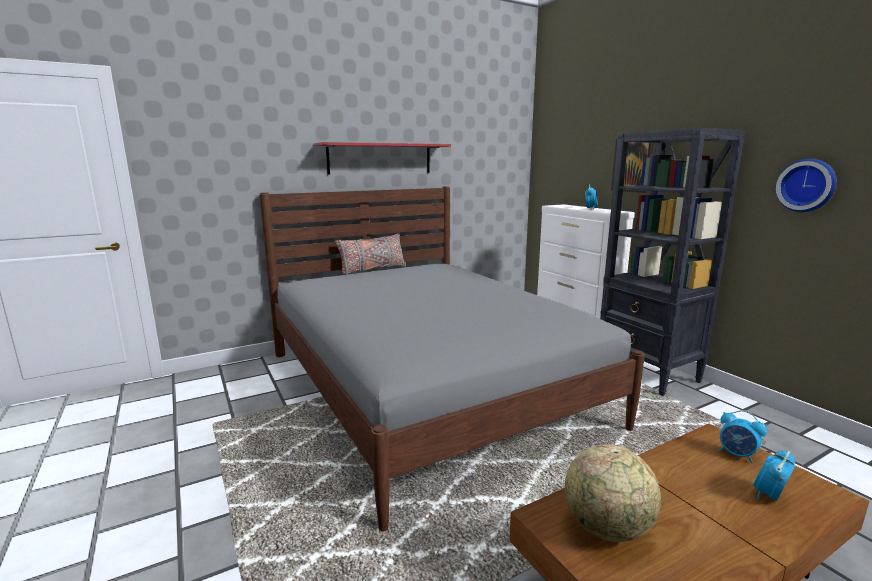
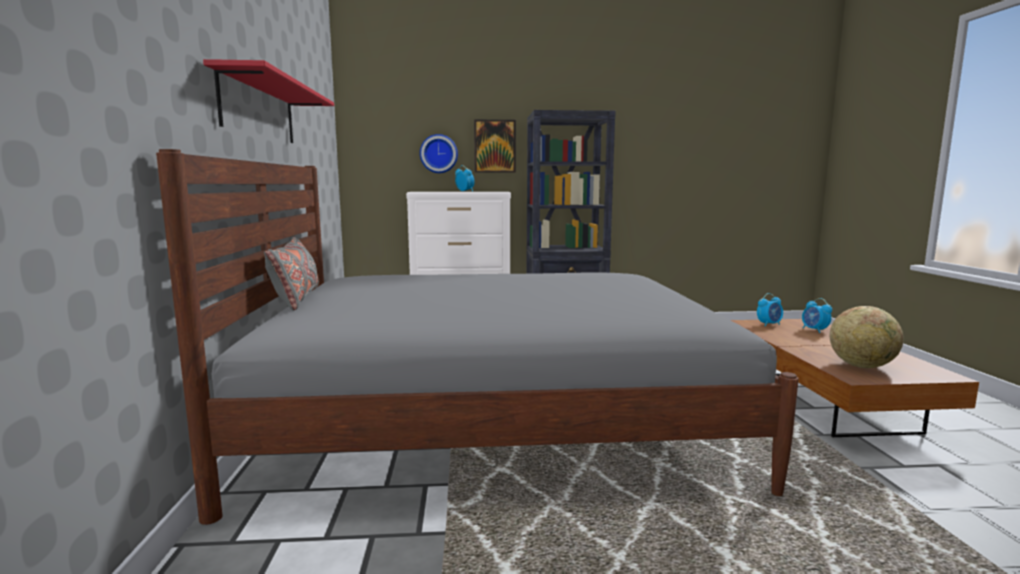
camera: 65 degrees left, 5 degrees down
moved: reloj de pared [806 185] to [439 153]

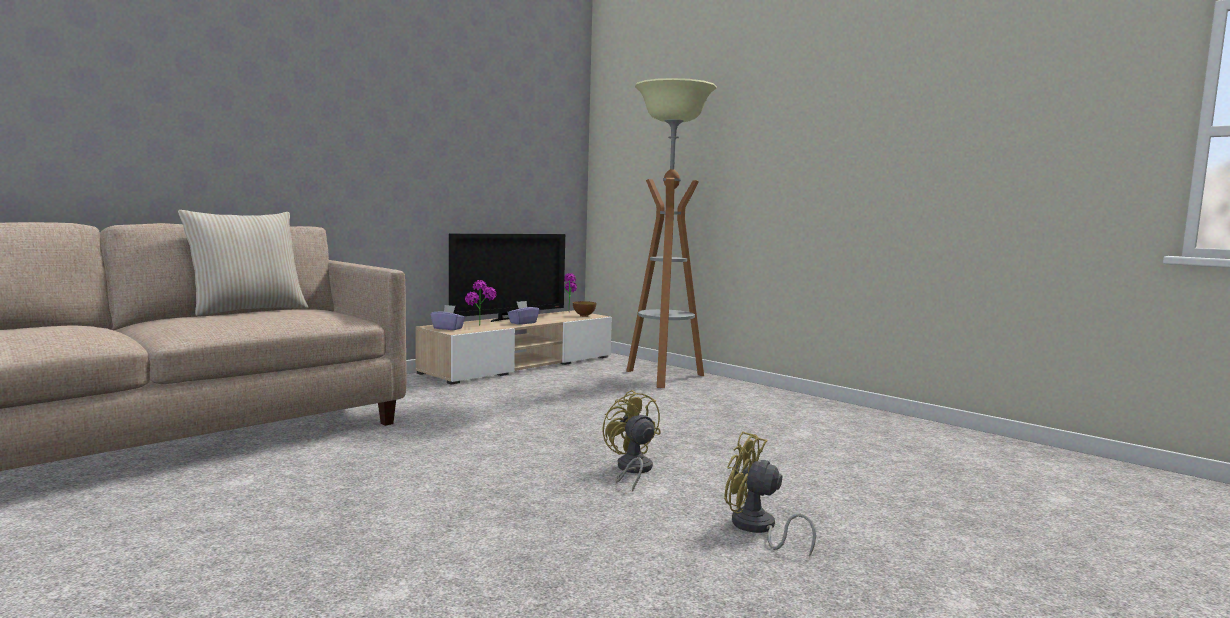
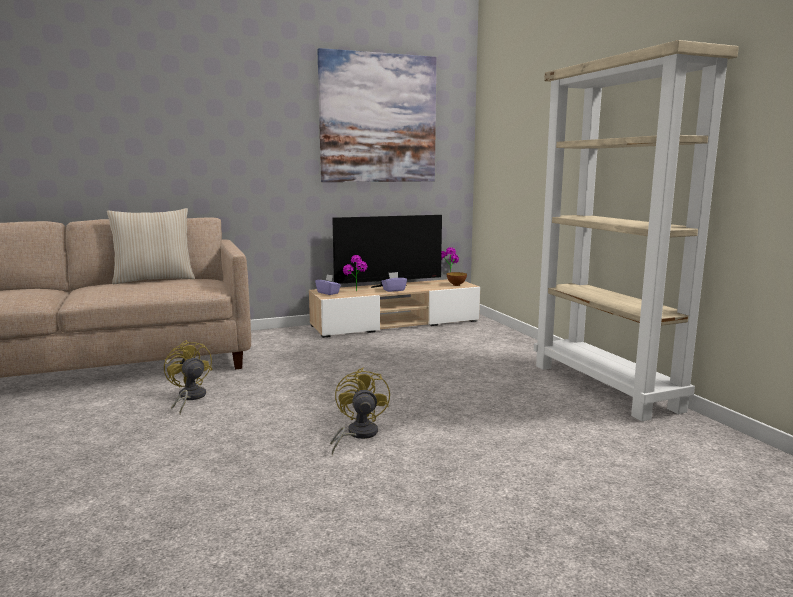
camera: 25 degrees right, 5 degrees up
removed: lámpara de pie [671 233]
added: estantería/beis [636 230]; cuadro [377 115]
moved: ventilador/amarillo [770 494] to [188 377]

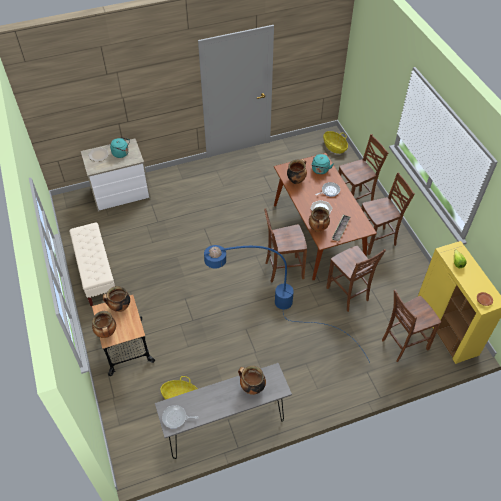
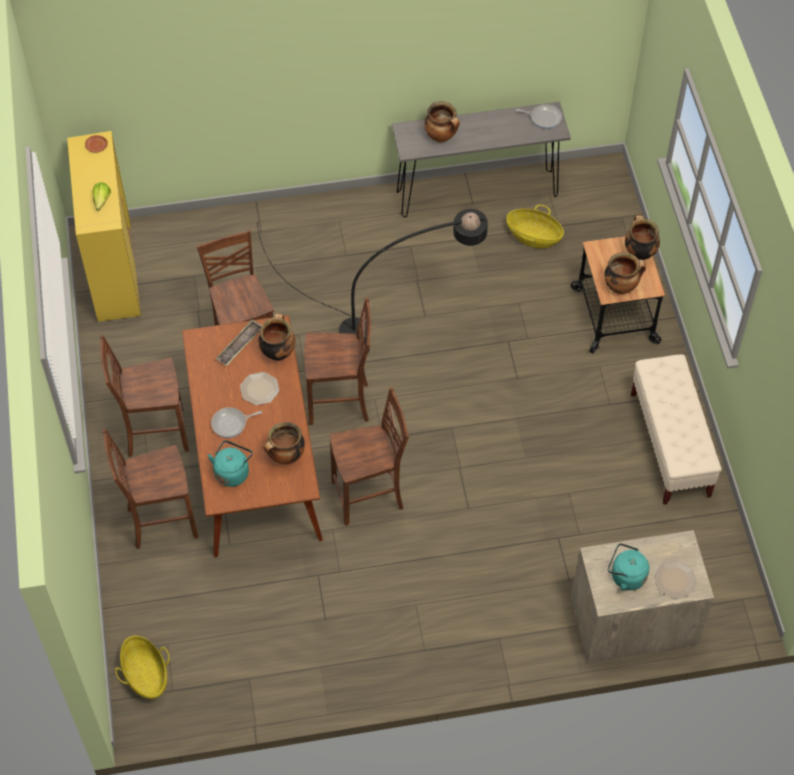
camera: 170 degrees left, 5 degrees up
moved: silla/marrón [411 325] to [369 457]
recoloured: lámpara de pie/azul [287 304] to lámpara de pie/negro [372 282]

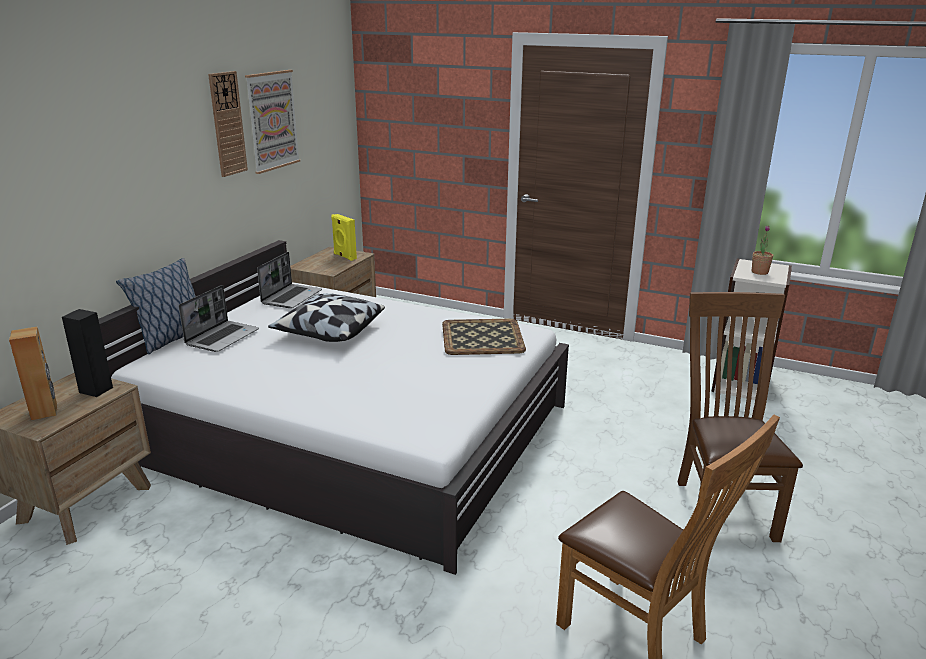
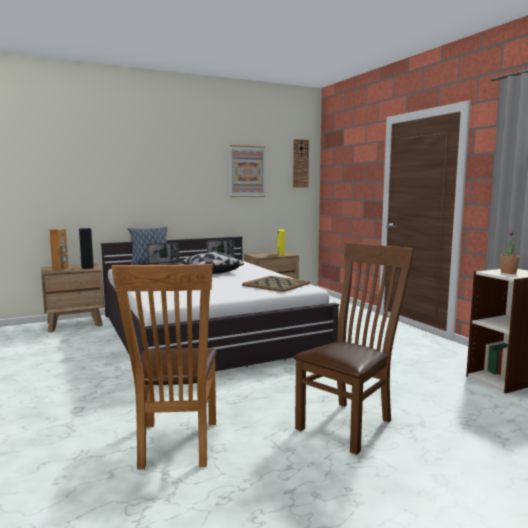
camera: 40 degrees right, 15 degrees down
moved: reloj de pared [228 124] to [301 163]

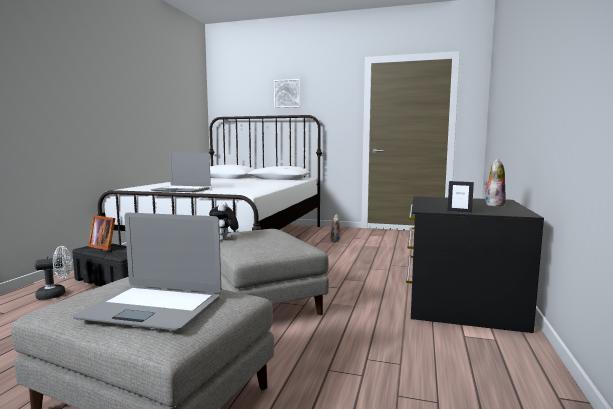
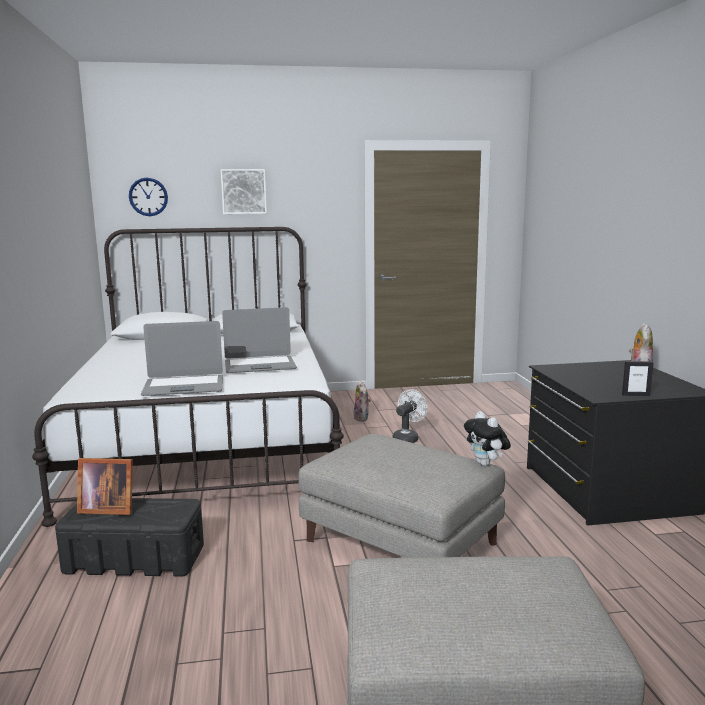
camera: 25 degrees left, 5 degrees up
added: reloj de pared [148 197]
moved: peluche [223 221] to [487 438]; portátil [147 272] to [259 340]; ventilador/blanco [53 273] to [409 416]

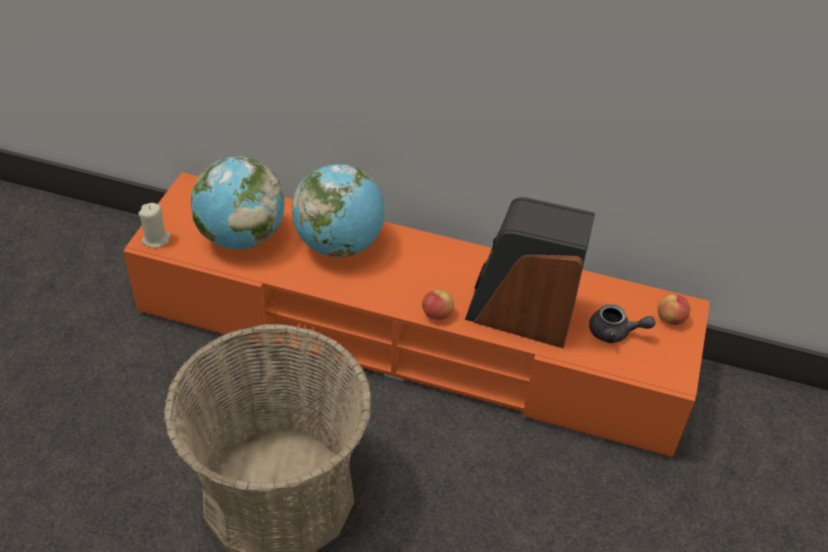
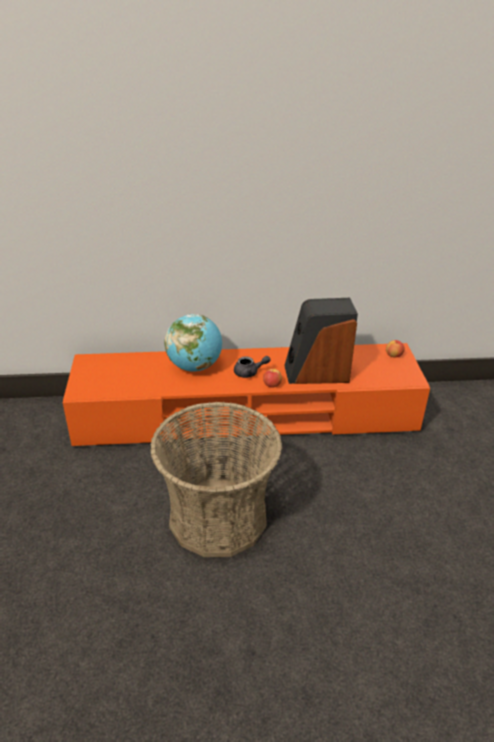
camera: 20 degrees left, 10 degrees down
removed: globo terráqueo [238 203]; vela/beis [154 225]
moved: tetera/gris [622 323] to [252 367]

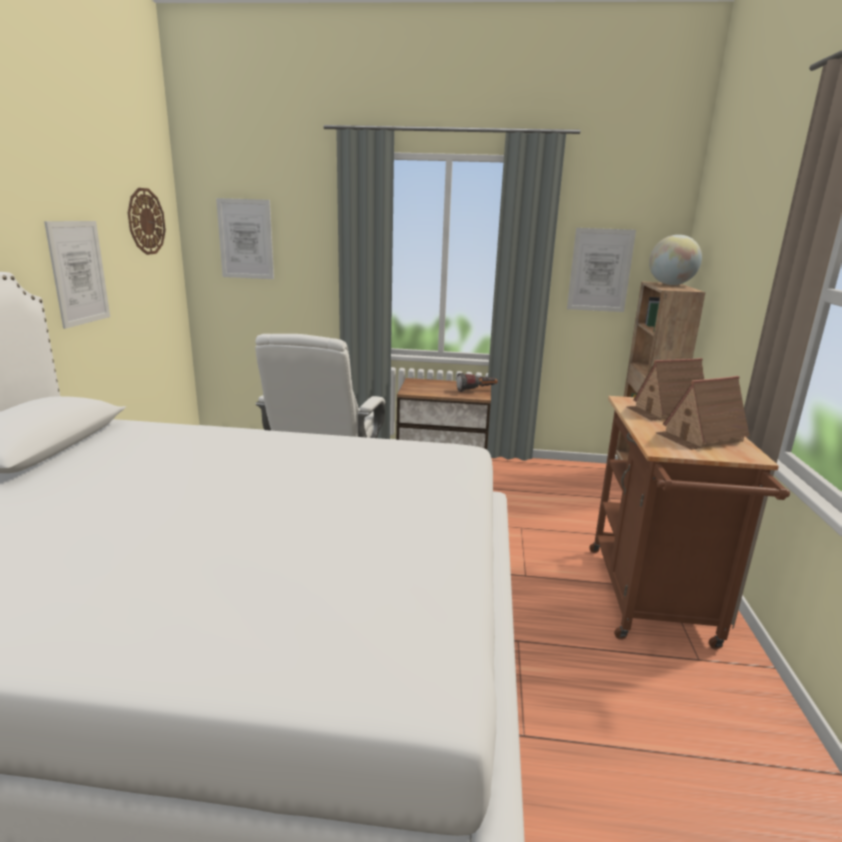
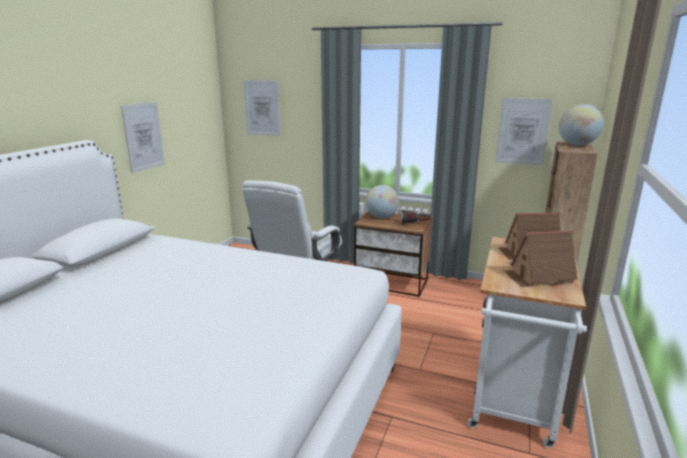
camera: 15 degrees right, 0 degrees up
removed: reloj de pared [147 221]
added: globo terráqueo [382 202]
recoloured: carrito/marrón [689 522] to carrito/blanco [527 342]

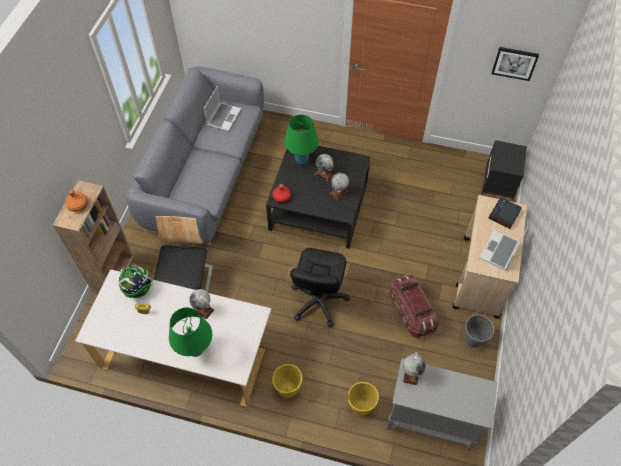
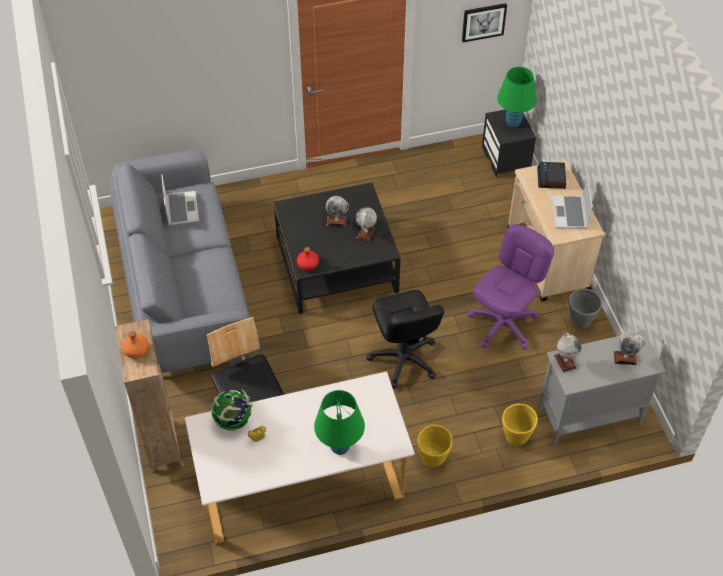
camera: 30 degrees left, 5 degrees down
moved: lámpara de mesa/verde [301 140] to [516 97]; globo terráqueo [201 304] to [629 348]
replaced: caja de almacenaje [414 306] to silla de oficina/morado [511 287]

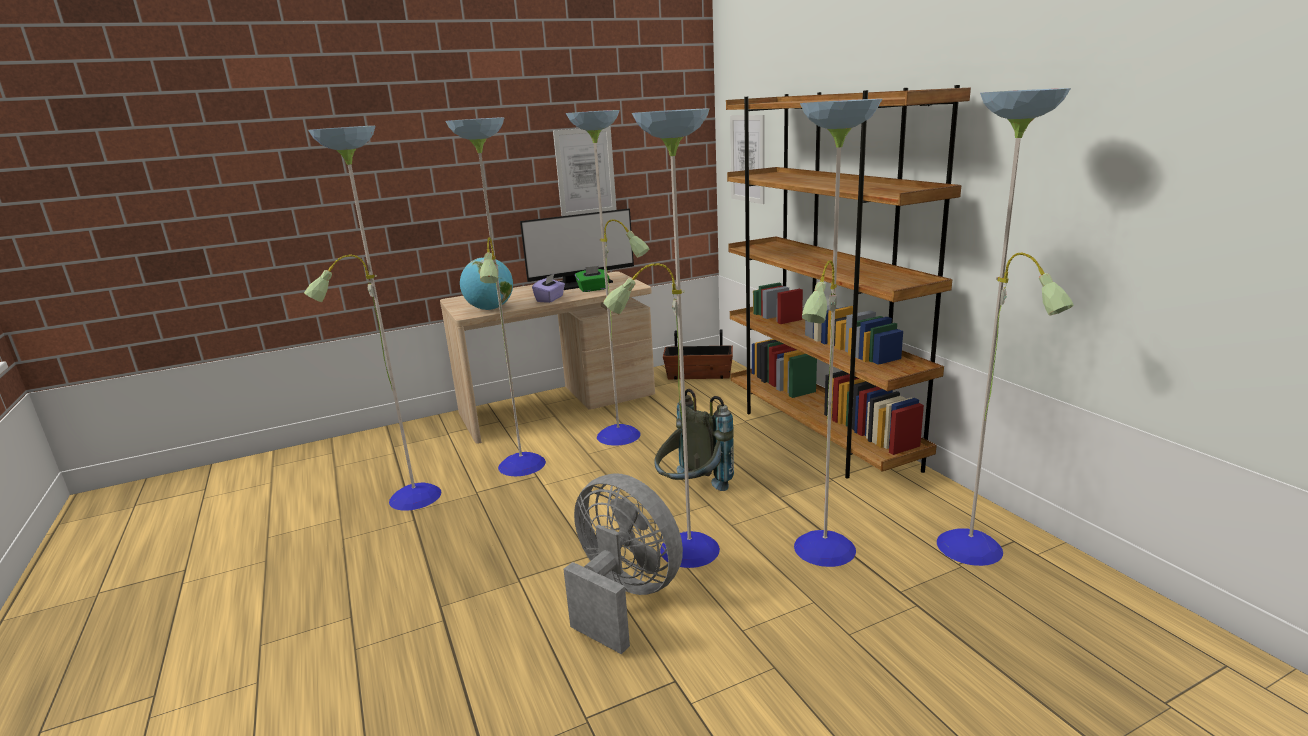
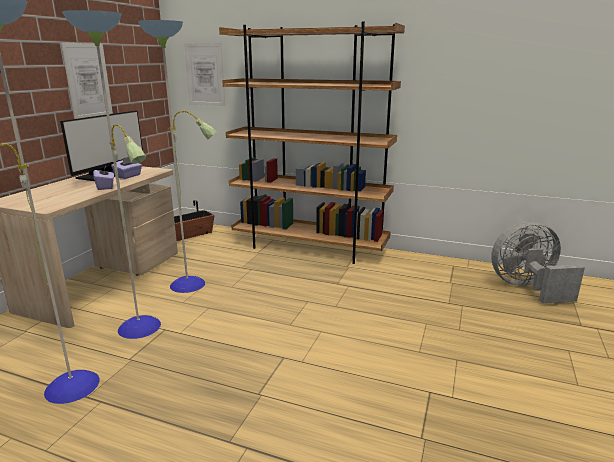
camera: 45 degrees left, 0 degrees up
removed: lámpara de pie [838 328]; globo terráqueo [486 283]; mochila/gris [694 440]
moved: ventilador/gris [623 563] to [538 262]
recoloured: caja de pañuelos/verde [592 279] to caja de pañuelos/morado [126 168]

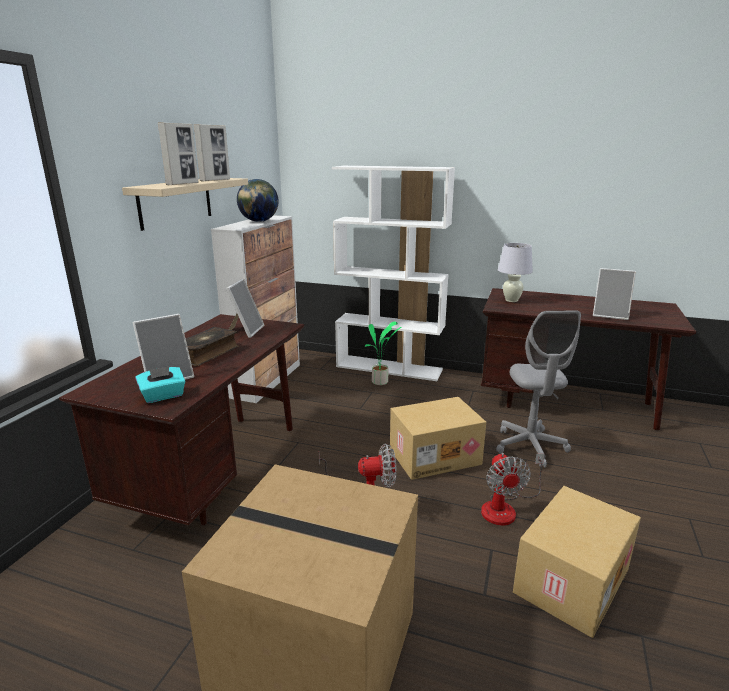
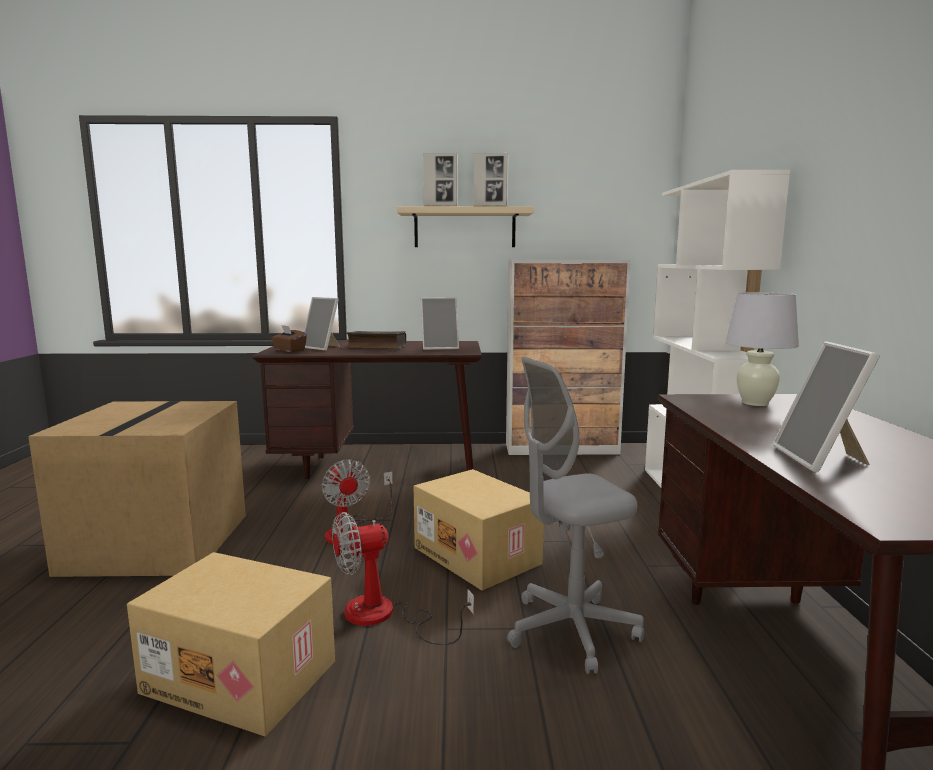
camera: 70 degrees right, 10 degrees down
removed: globo terráqueo [258 200]; planta en maceta [383 353]
recoloured: caja de pañuelos/turquesa [160 384] to caja de pañuelos/marrón [289 338]

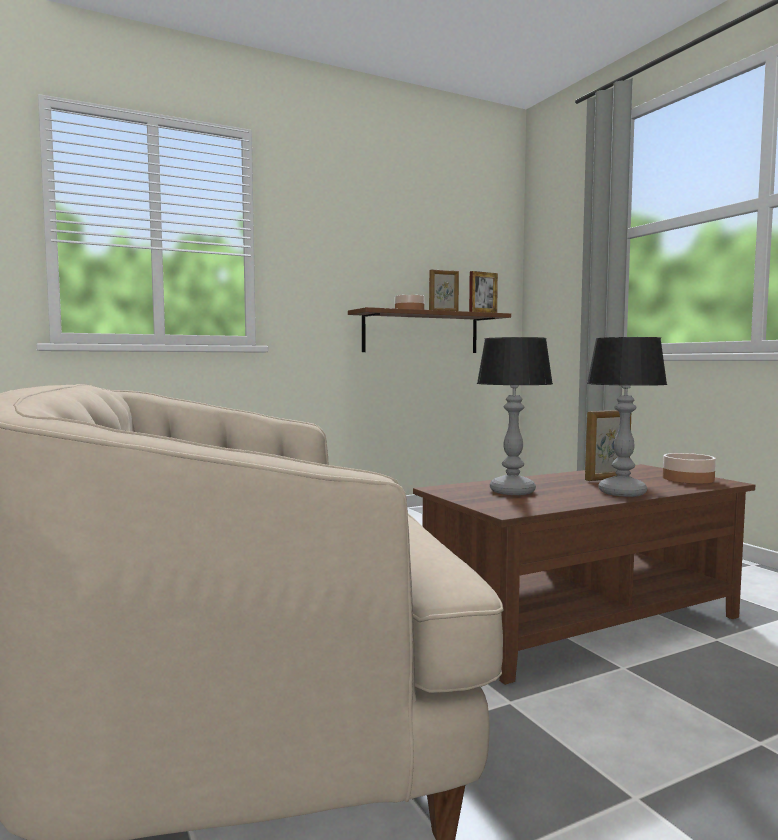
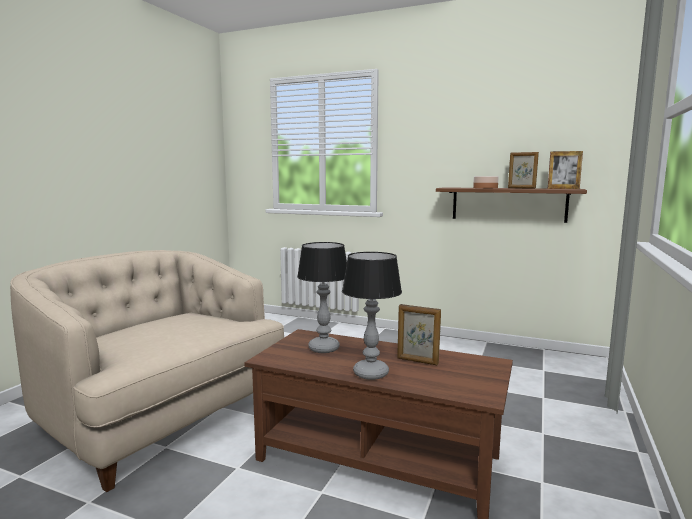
camera: 50 degrees right, 5 degrees up
removed: cuenco [689 468]

